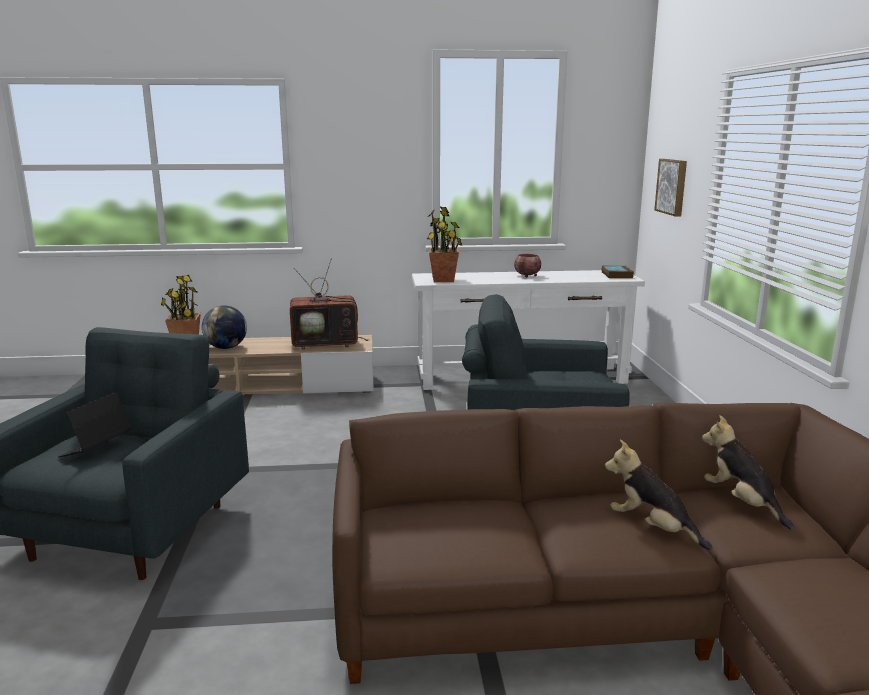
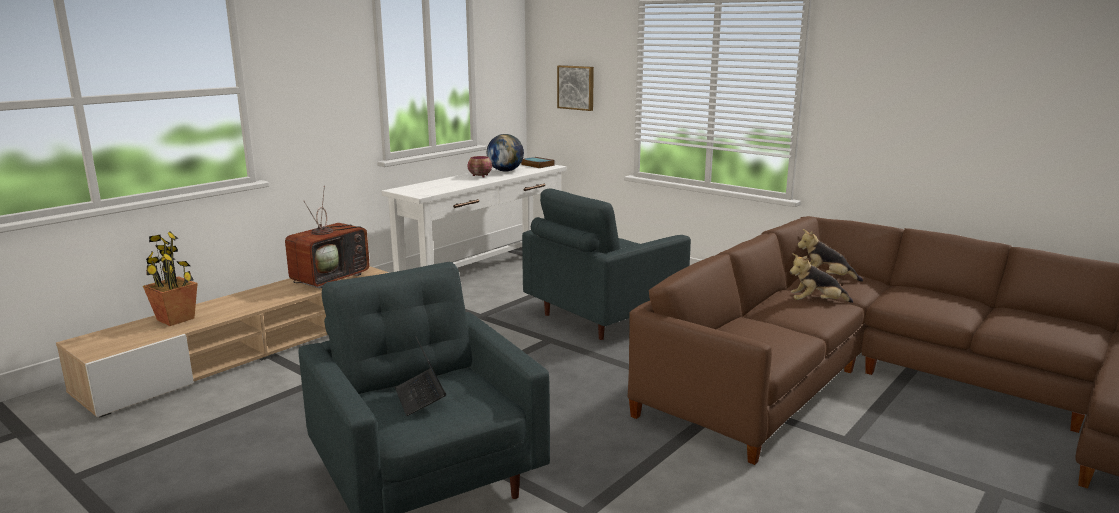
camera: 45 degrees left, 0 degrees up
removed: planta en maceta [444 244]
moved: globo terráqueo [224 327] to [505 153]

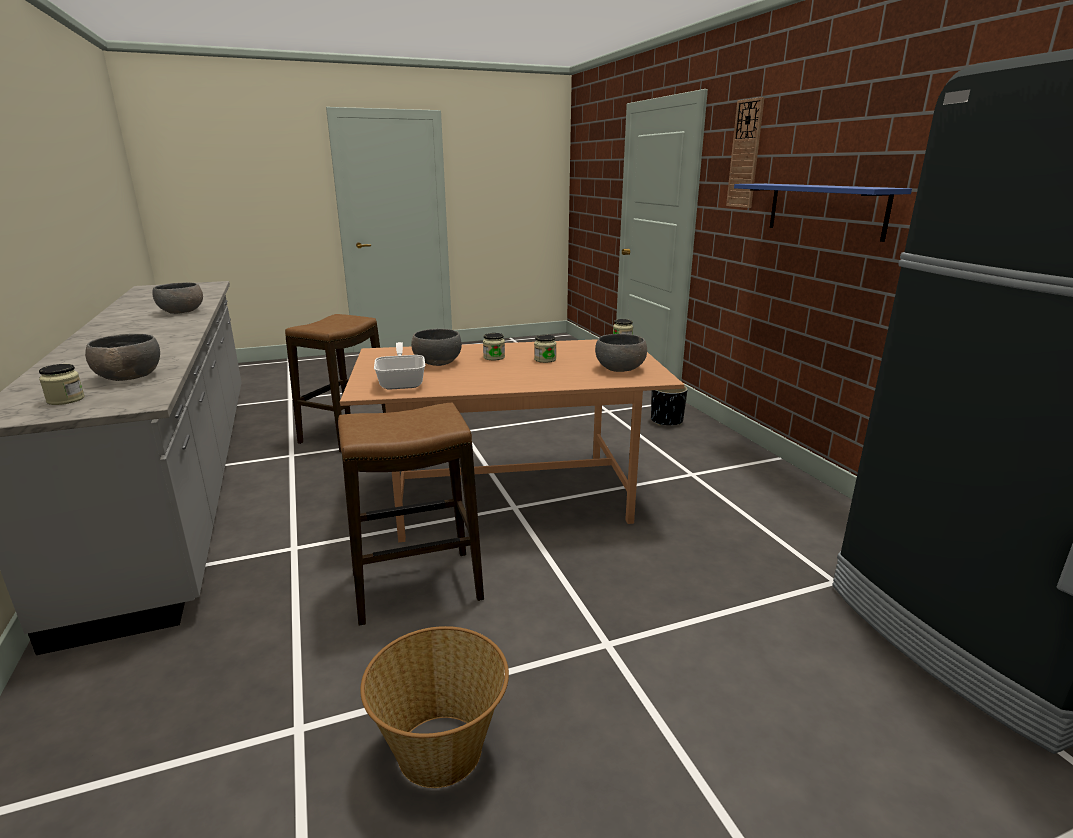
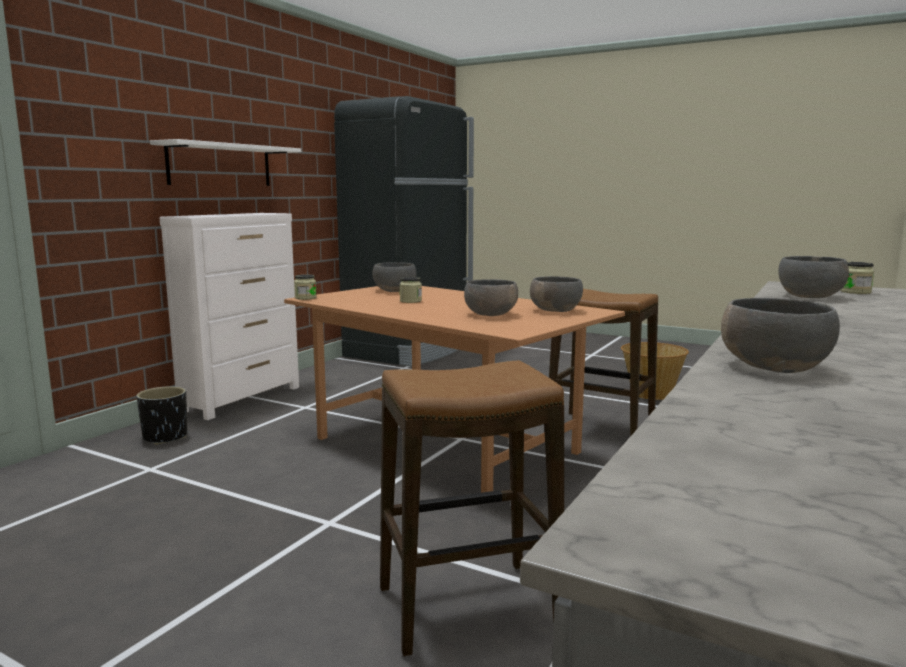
camera: 130 degrees left, 10 degrees down
removed: reloj de pared [745 152]; tarro [494 346]
added: cómoda/blanco [229 316]
replaced: sartén [399 366] to cuenco/gris [556 294]
recoloured: estante/azul [823 213] to estante/blanco [225 162]

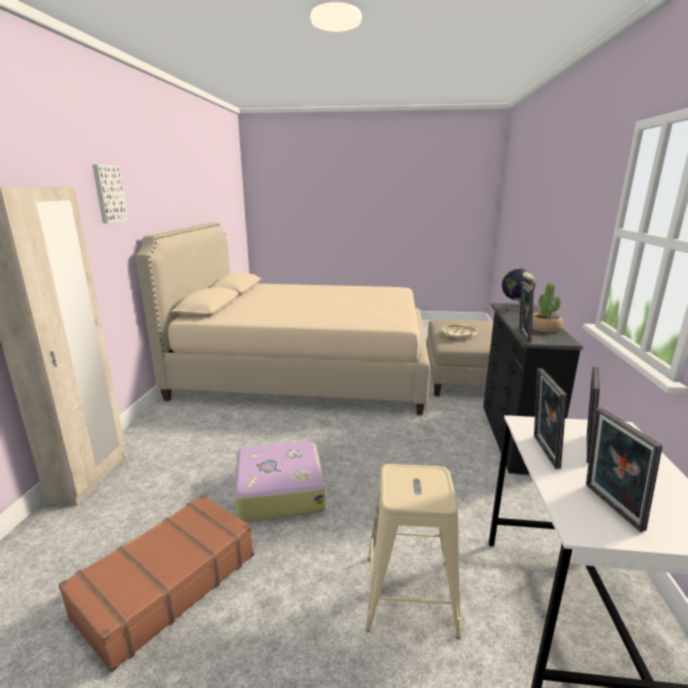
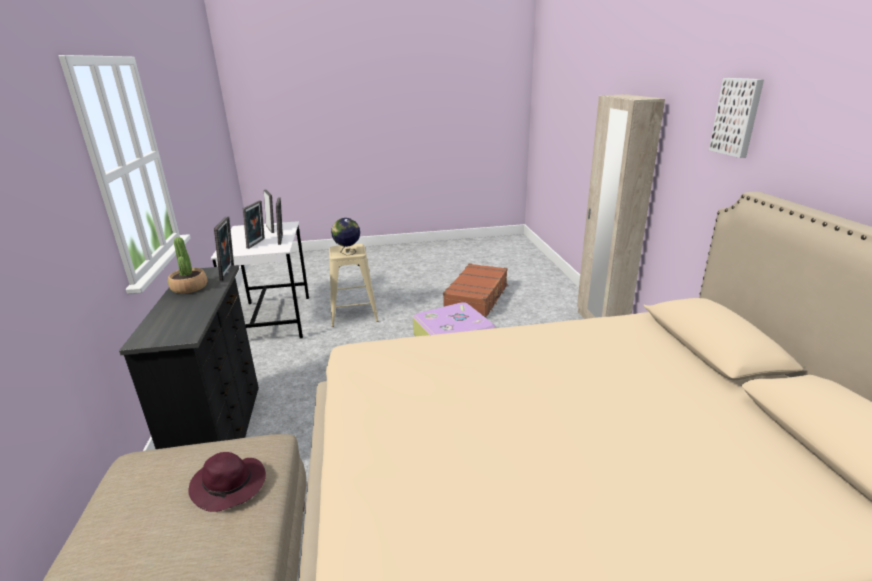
camera: 165 degrees right, 5 degrees up
moved: globo terráqueo [519 290] to [345 237]
replaced: bandeja/beis [459 331] to sombrero/morado [227 482]

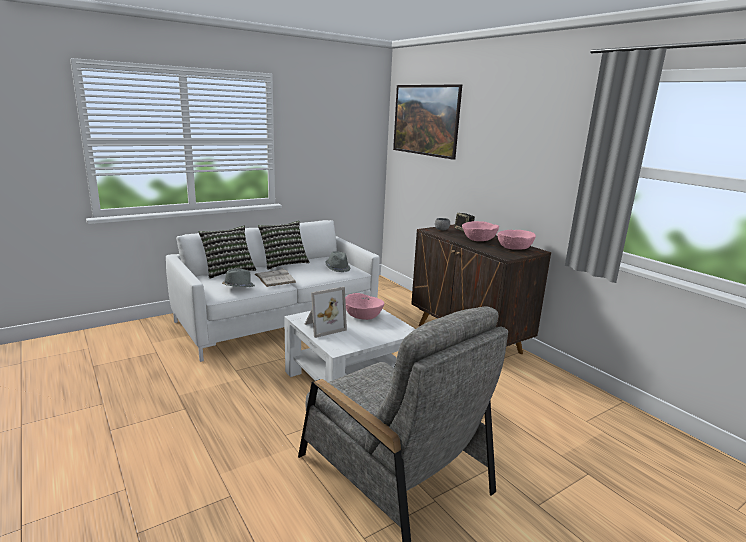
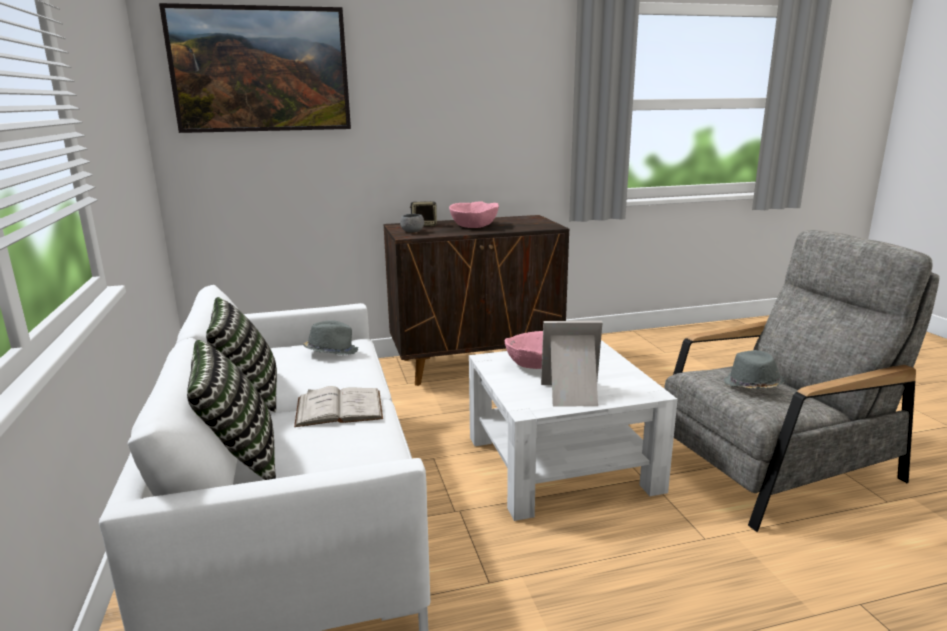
camera: 70 degrees left, 0 degrees up
removed: cuenco/rosa [516 240]
moved: sombrero/gris [238 277] to [754 369]
turned: portarretratos [326 312] = [571 363] 75 degrees counterclockwise

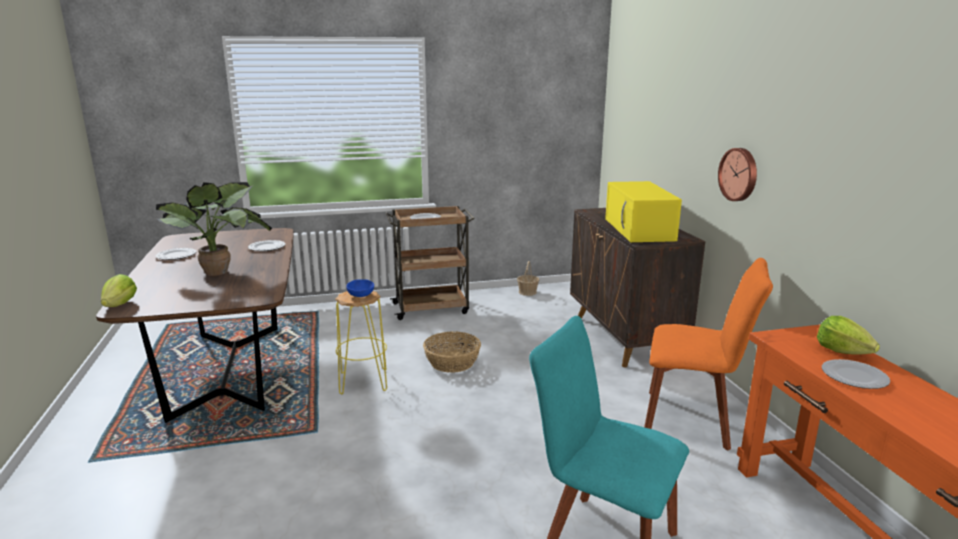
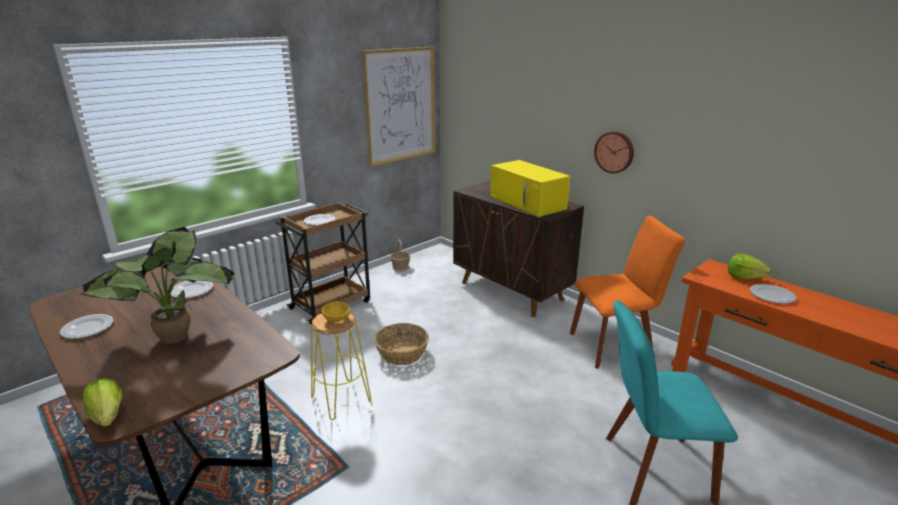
camera: 30 degrees left, 5 degrees up
added: cuadro [398 107]
recoloured: cuenco/azul [360 288] to cuenco/amarillo [336 311]

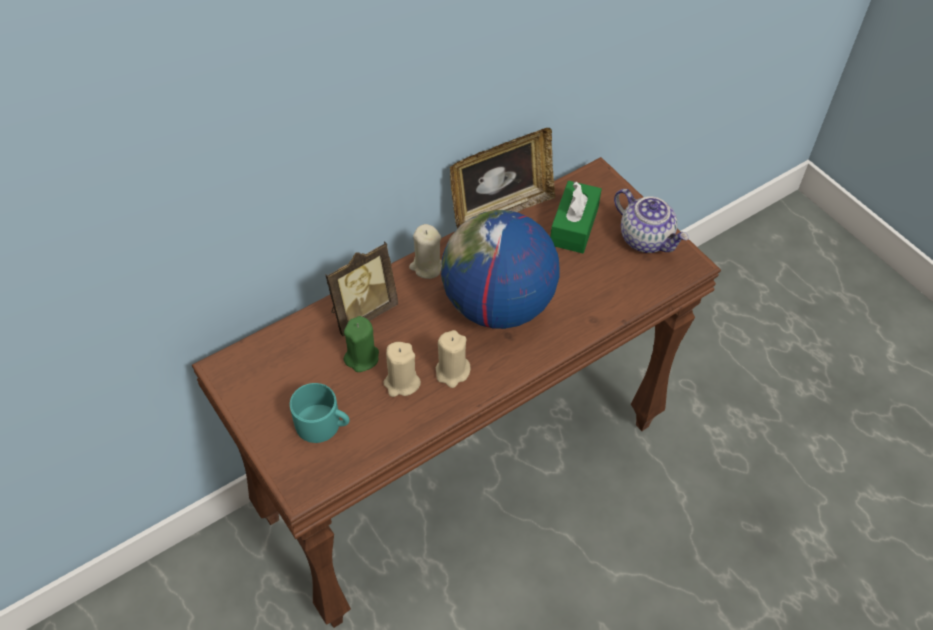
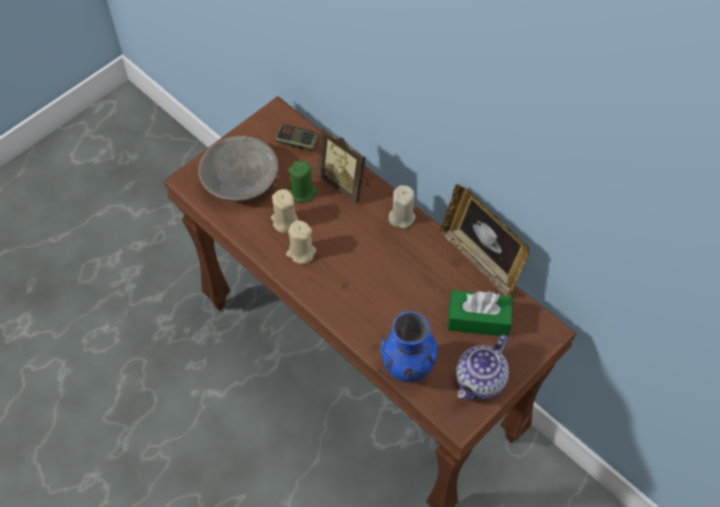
camera: 80 degrees right, 5 degrees up
removed: globo terráqueo [500 269]
added: mando de consola [296 137]; florero/azul [409 346]
replaced: taza grande/turquesa [320 413] to cuenco/gris [238 168]

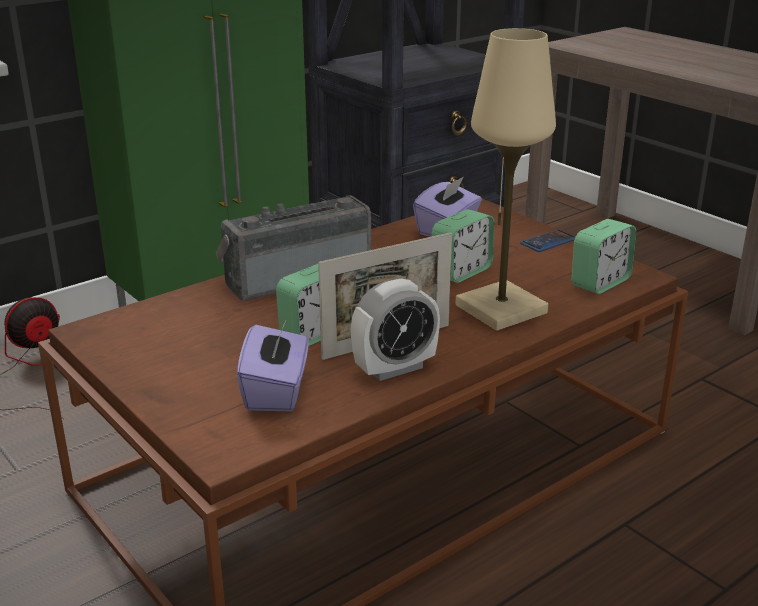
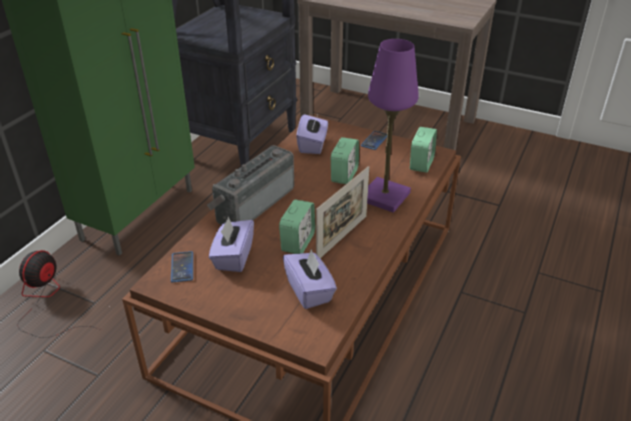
camera: 25 degrees left, 10 degrees up
removed: despertador [395 330]
added: caja de pañuelos/morado [231 244]; móvil [182 266]
recoloured: lámpara de mesa/beis [505 179] to lámpara de mesa/morado [393 126]

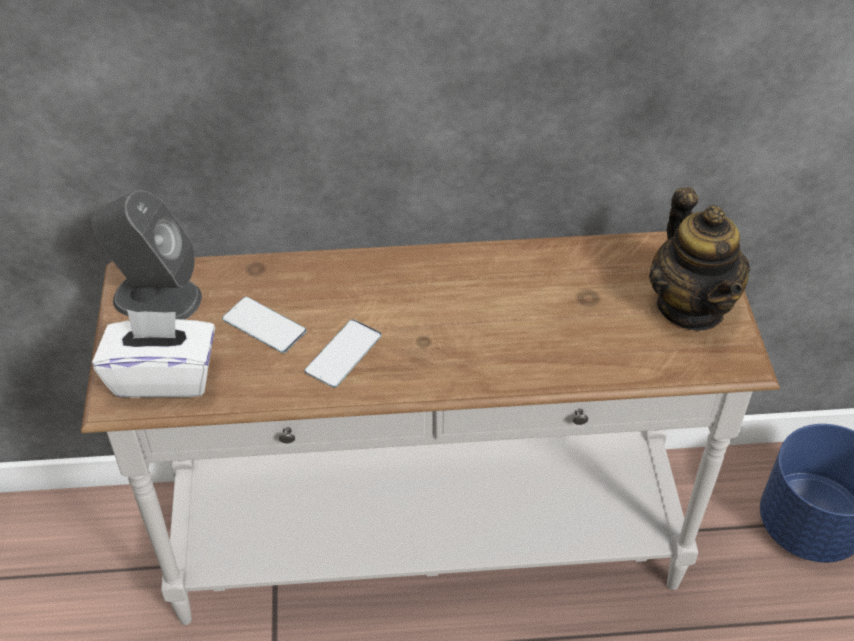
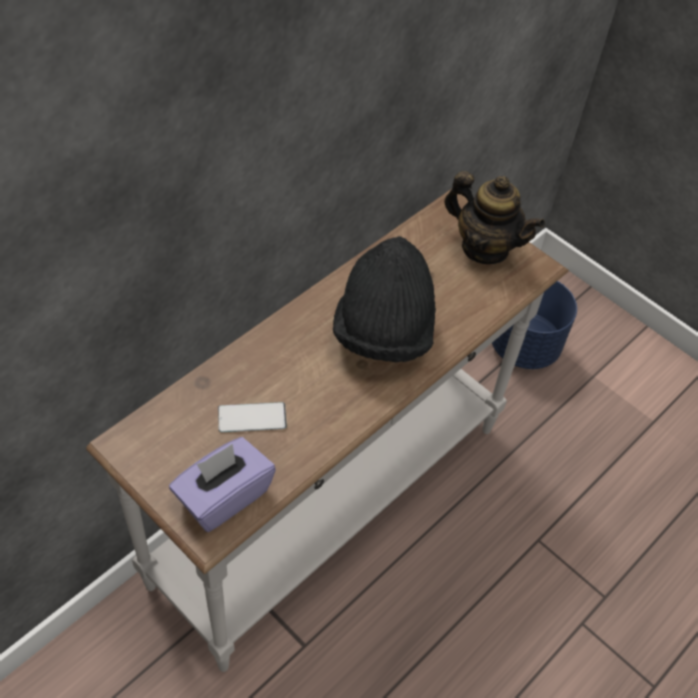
camera: 45 degrees left, 5 degrees up
removed: altavoz/gris [146 255]; móvil [343 353]
added: sombrero/negro [384 299]
recoloured: caja de pañuelos/blanco [153 354] to caja de pañuelos/morado [222 484]

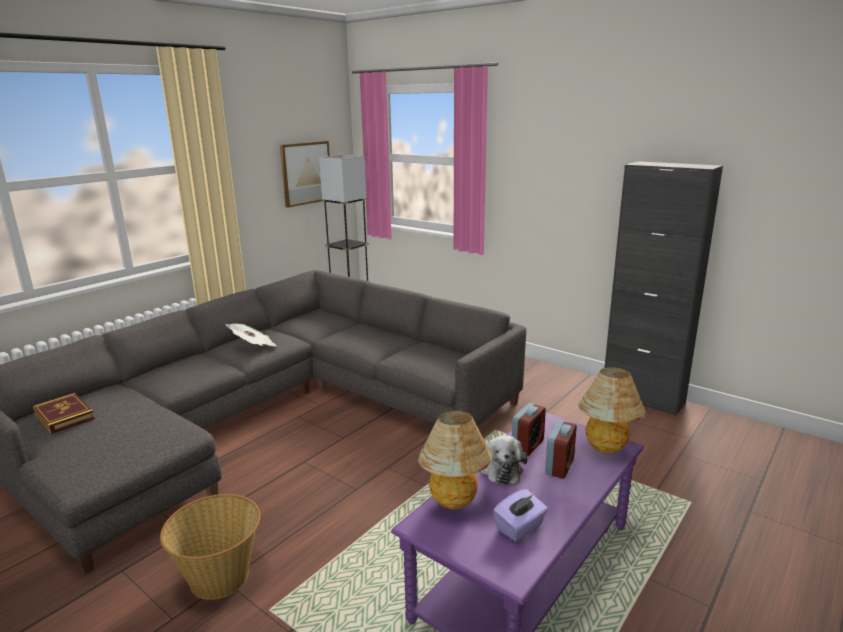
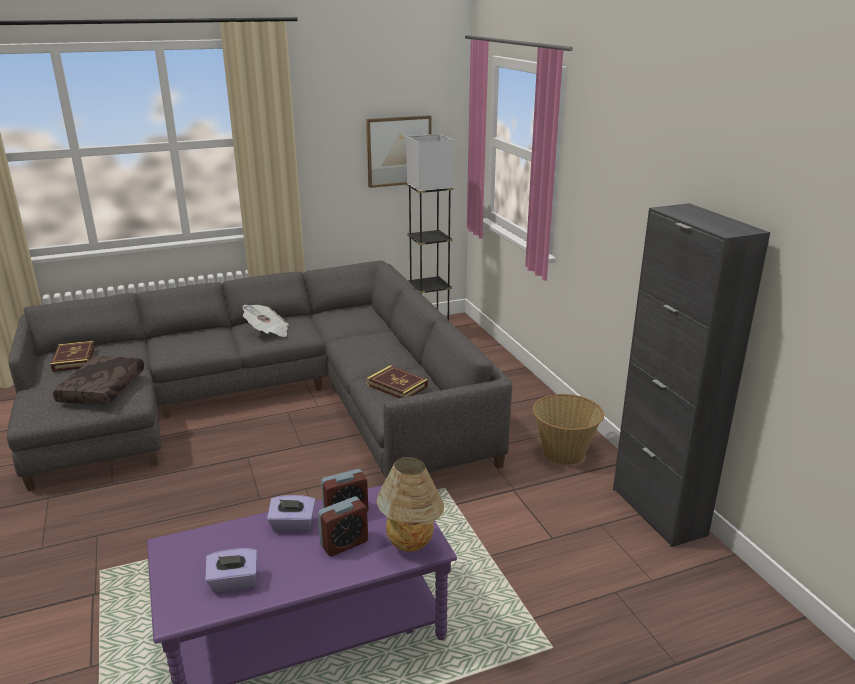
camera: 30 degrees right, 5 degrees up
removed: lámpara de mesa [455 460]
added: cojín/marrón [98 380]; libro [397 381]
moved: cesta [210 547] to [568 429]
replaced: peluche [504 459] to caja de pañuelos/morado [291 513]

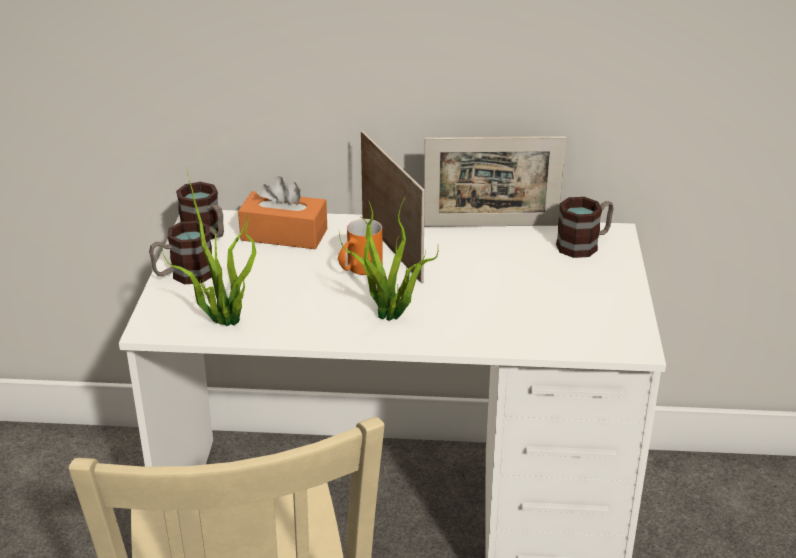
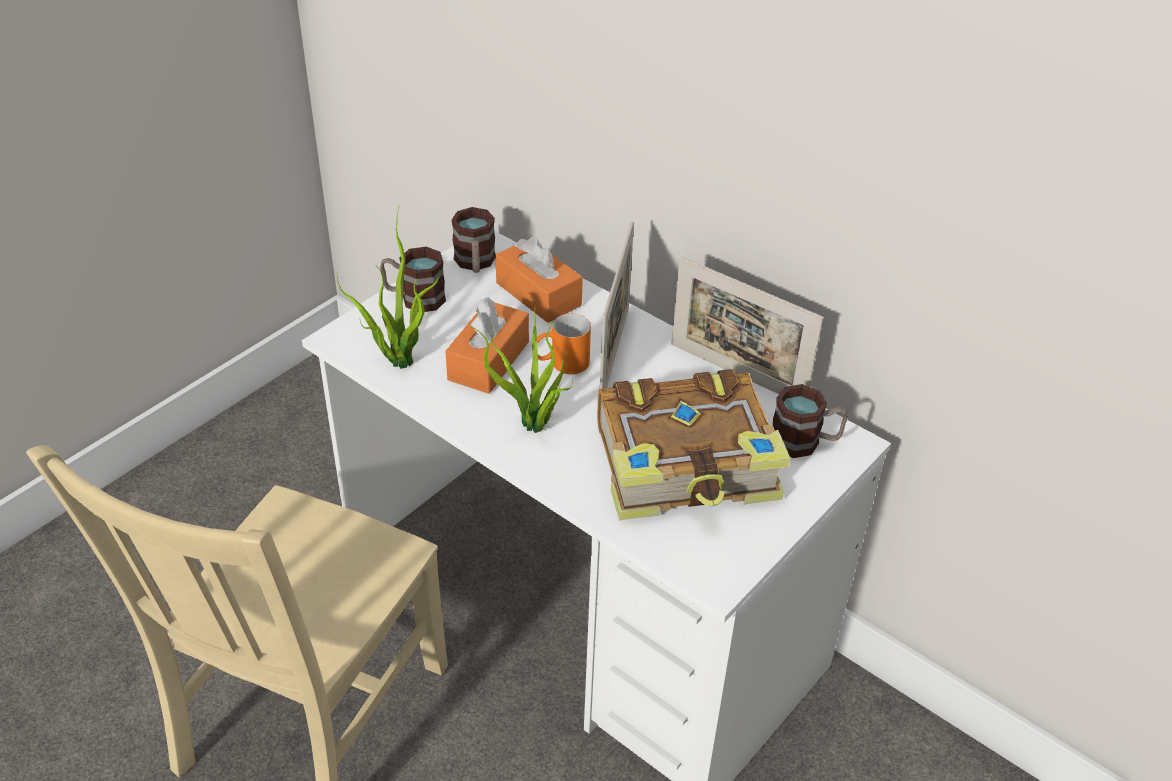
camera: 35 degrees right, 10 degrees up
added: caja de pañuelos/naranja [487 345]; libro [694 444]

